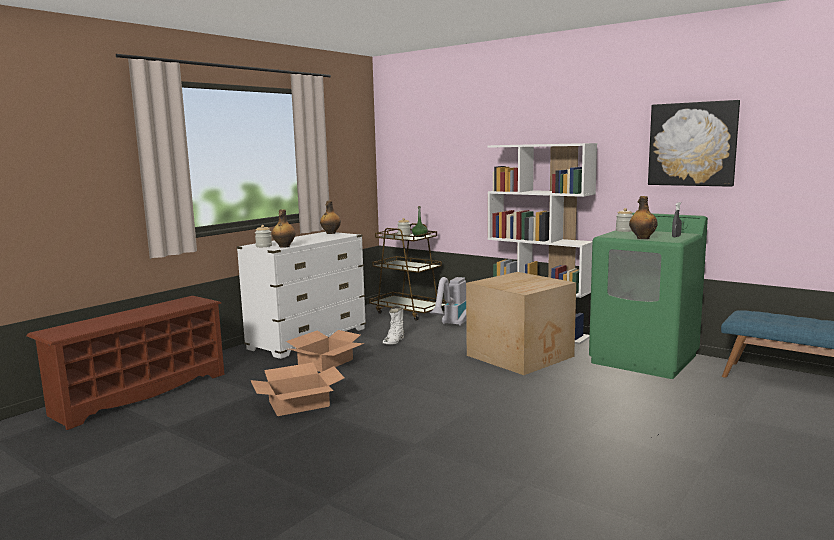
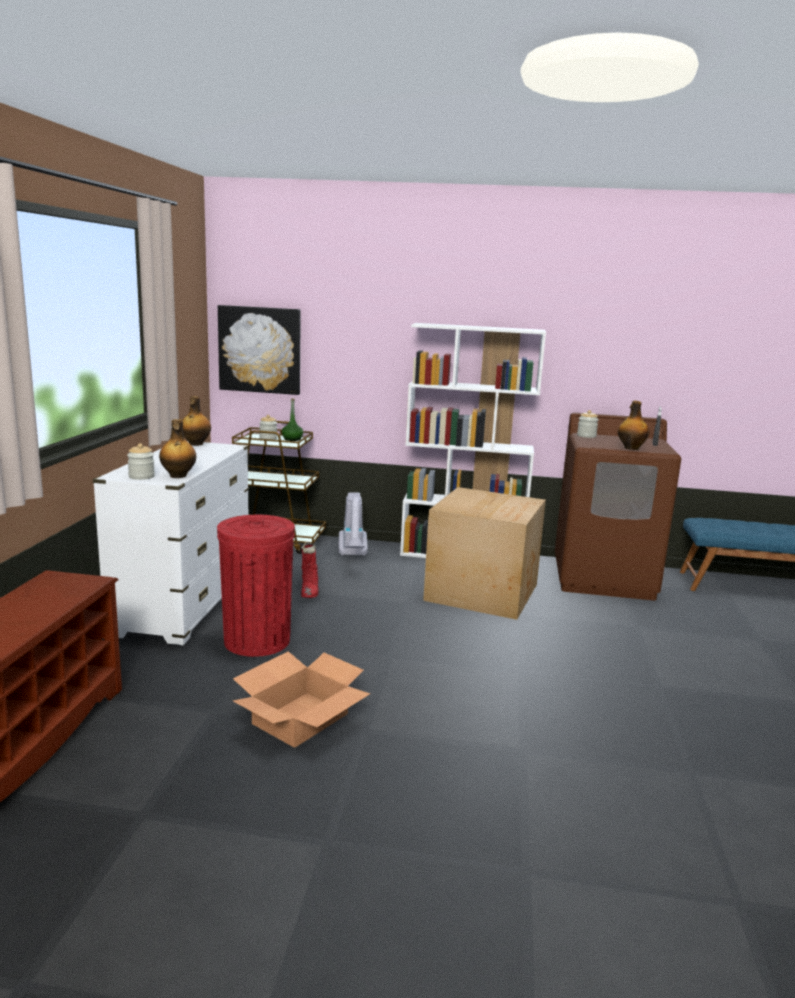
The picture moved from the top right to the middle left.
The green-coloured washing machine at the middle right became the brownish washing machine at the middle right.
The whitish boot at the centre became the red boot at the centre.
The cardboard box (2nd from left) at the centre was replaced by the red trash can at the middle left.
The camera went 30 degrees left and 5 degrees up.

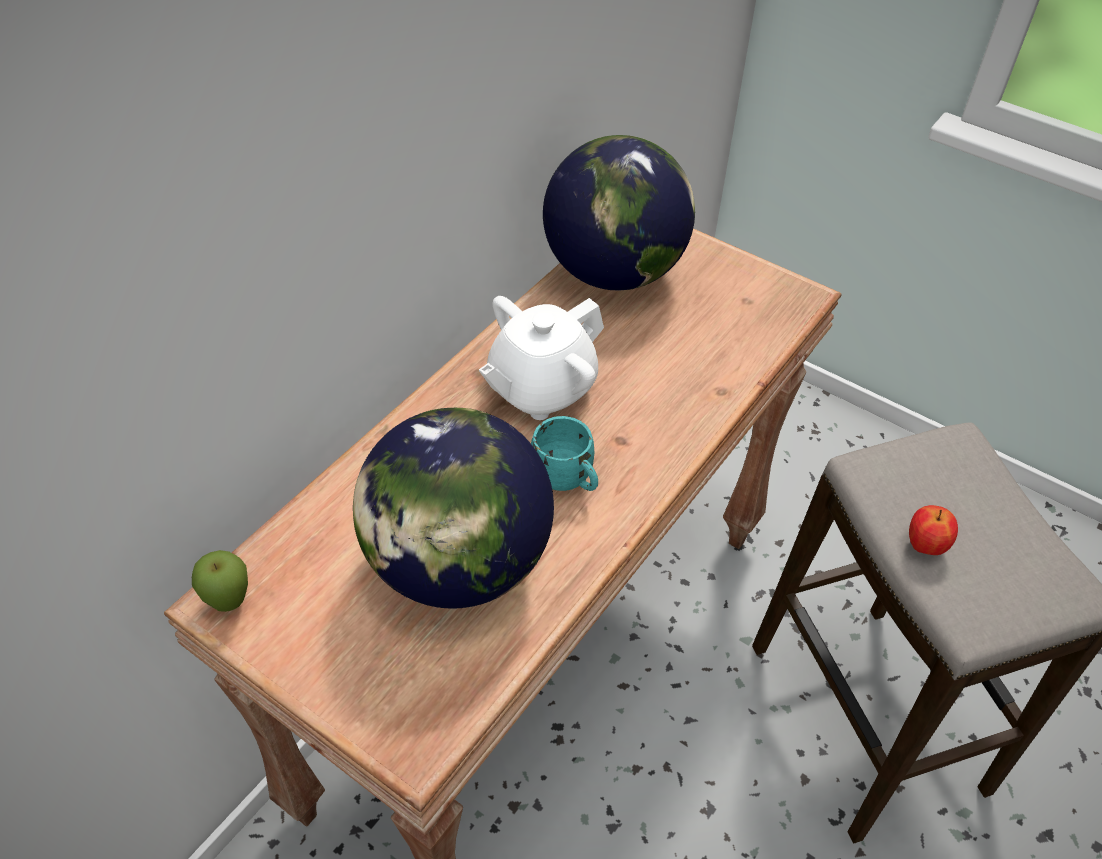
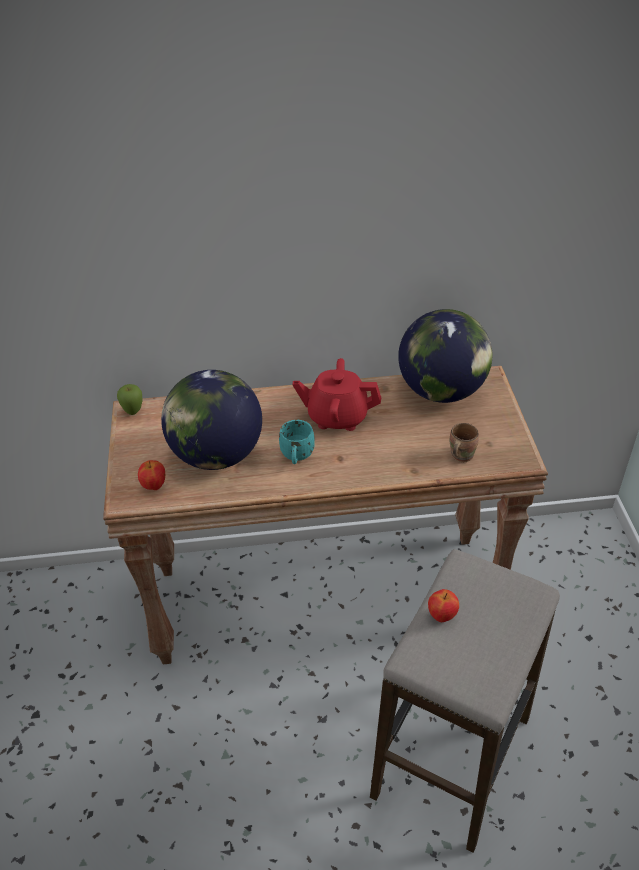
The whitish pot for tea at the centre became the red pot for tea at the centre.
The brownish mug at the middle right appeared.
The apple (2nd from left) at the middle left appeared.
The camera went 50 degrees right and 5 degrees down.

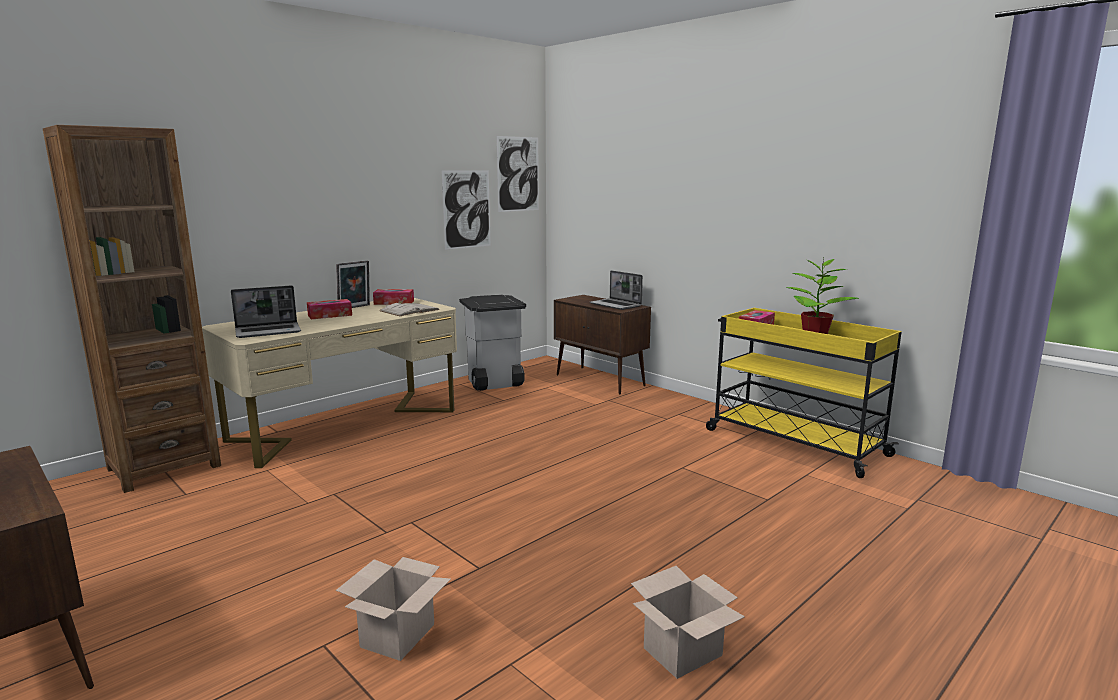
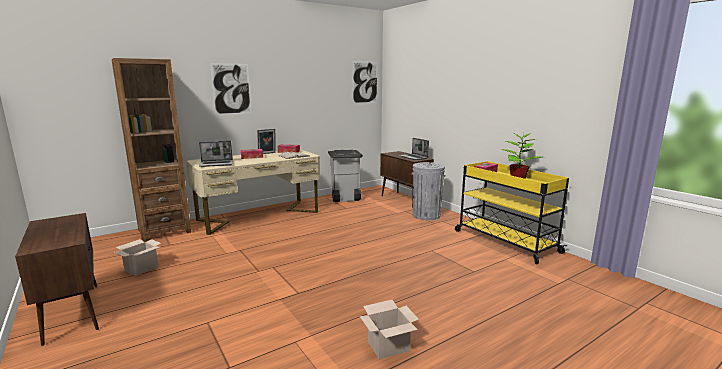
The picture (1st from left) moved from the top centre to the top left.
The cardboard box (1st from left) moved from the bottom centre to the bottom left.
The grey trash can (2nd from left) at the centre appeared.
The camera went 10 degrees right and 0 degrees up.

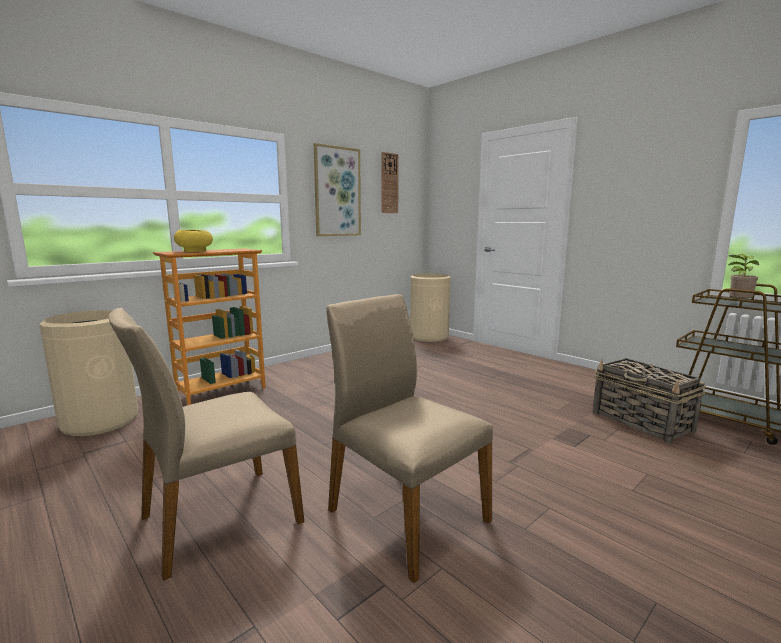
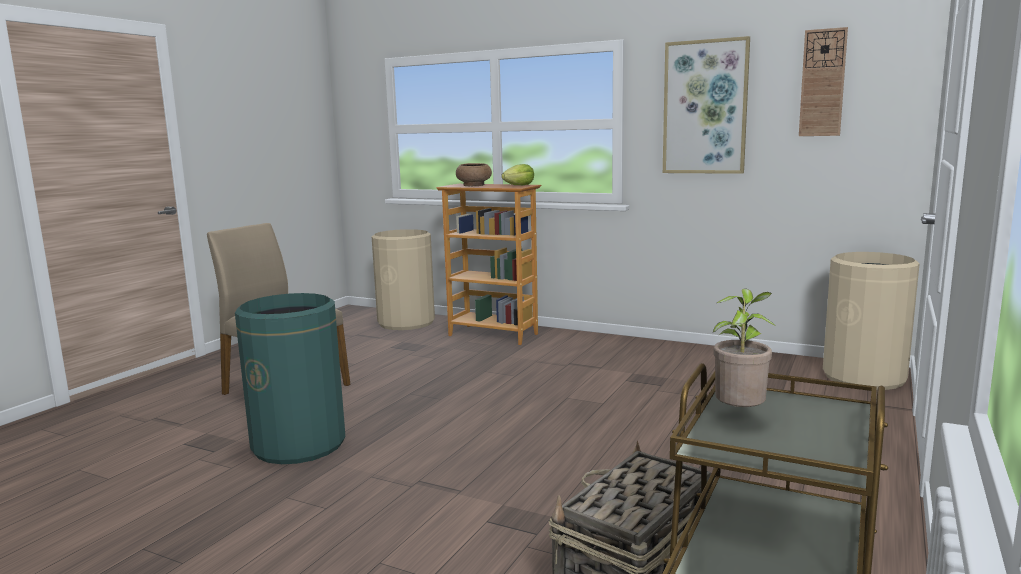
The yellow-coloured serving bowl at the middle left became the brownish serving bowl at the top centre.
The sand-coloured upright chair (2nd from left) at the bottom centre was replaced by the green-coloured trash can at the middle left.
The lettuce at the top centre appeared.
The camera went 70 degrees right and 0 degrees up.

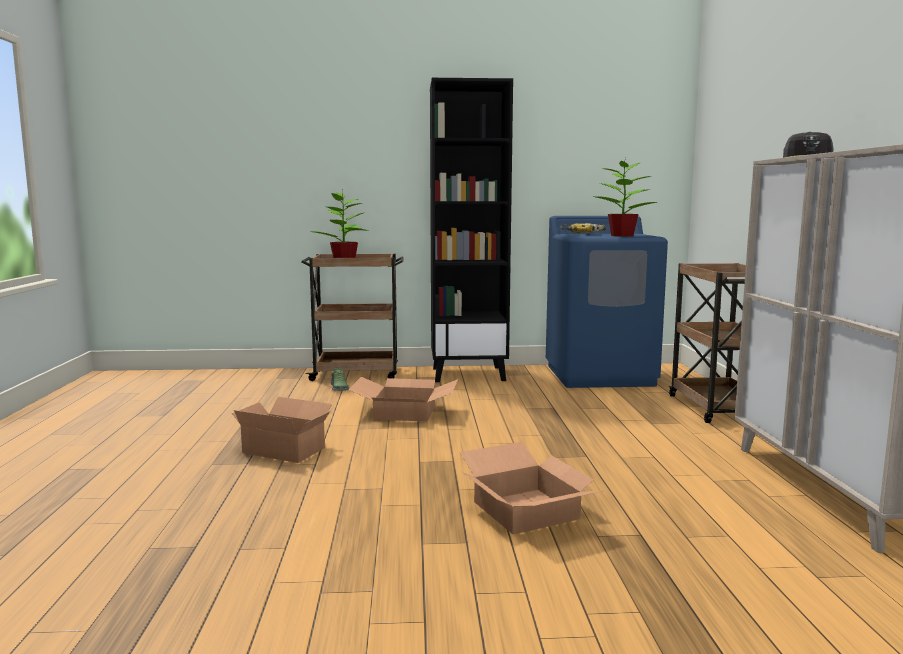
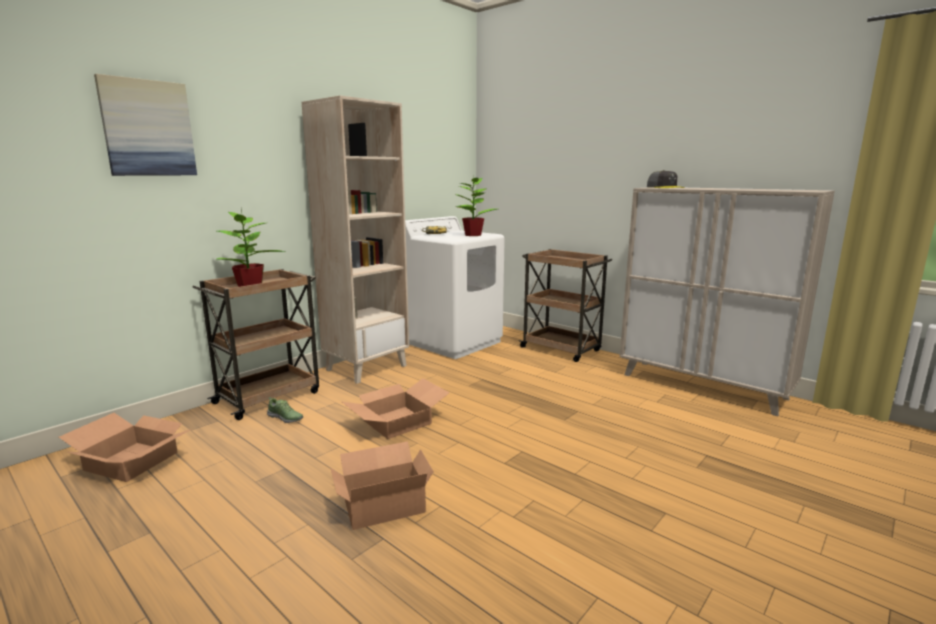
The black-coloured bookshelf at the centre became the sand-coloured bookshelf at the centre.
The blue-coloured washing machine at the middle right became the whitish washing machine at the centre.
The cardboard box (3rd from left in the first image) moved from the bottom centre to the bottom left.
The picture at the top left appeared.
The camera went 45 degrees left and 5 degrees up.

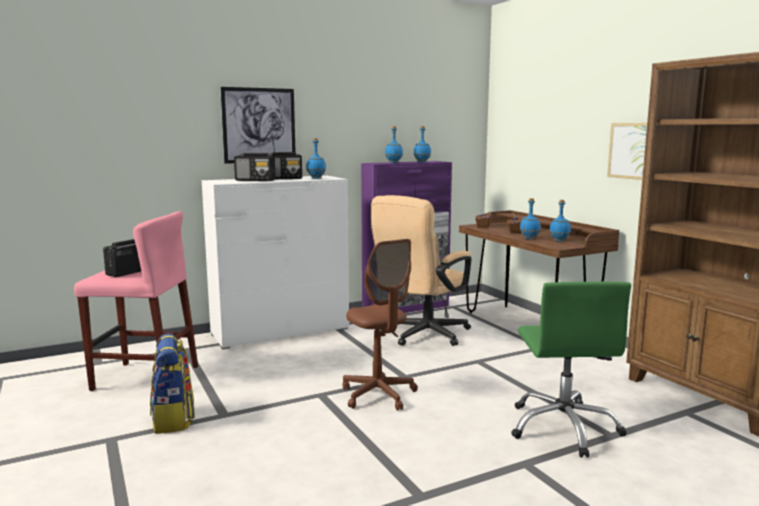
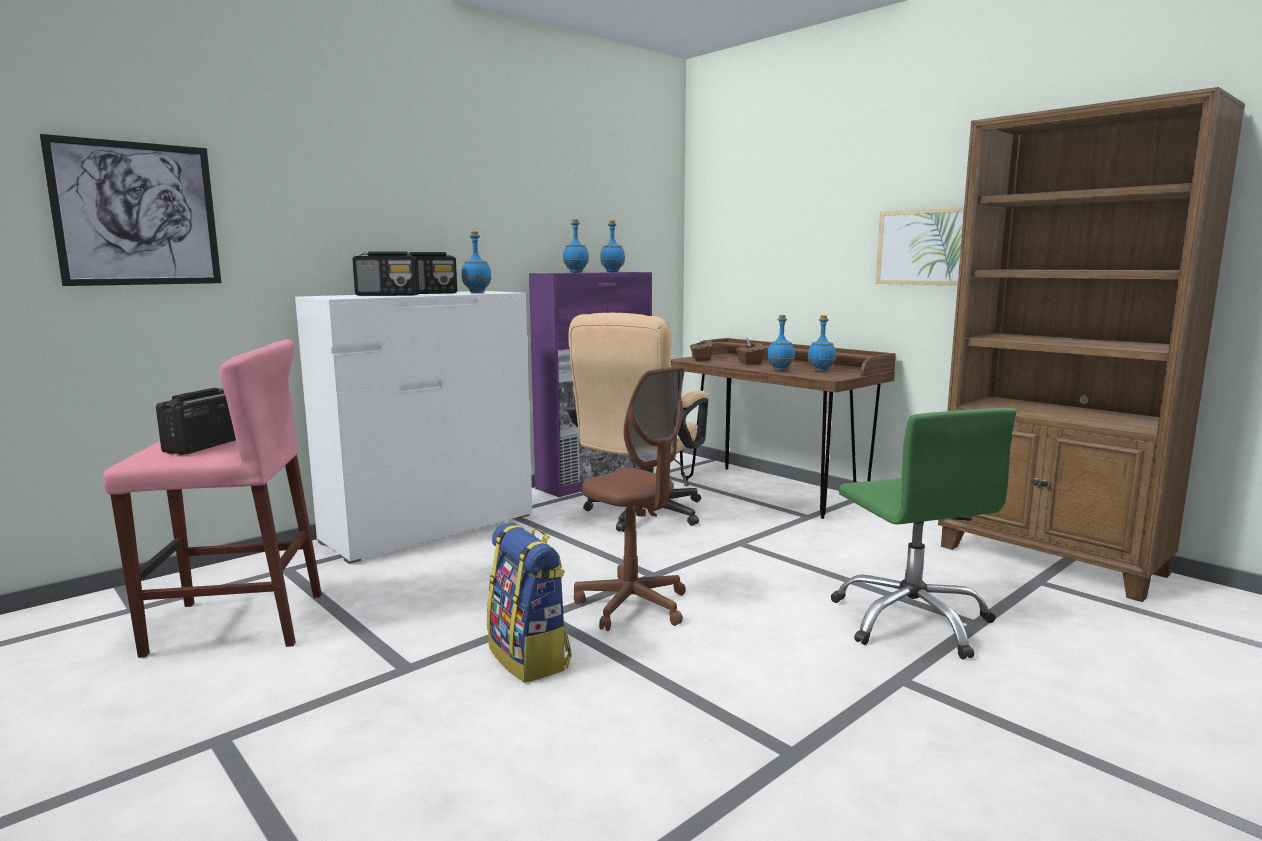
The picture (1st from left) moved from the top centre to the top left.
The knapsack moved from the bottom left to the bottom centre.
The camera went 15 degrees left and 0 degrees up.

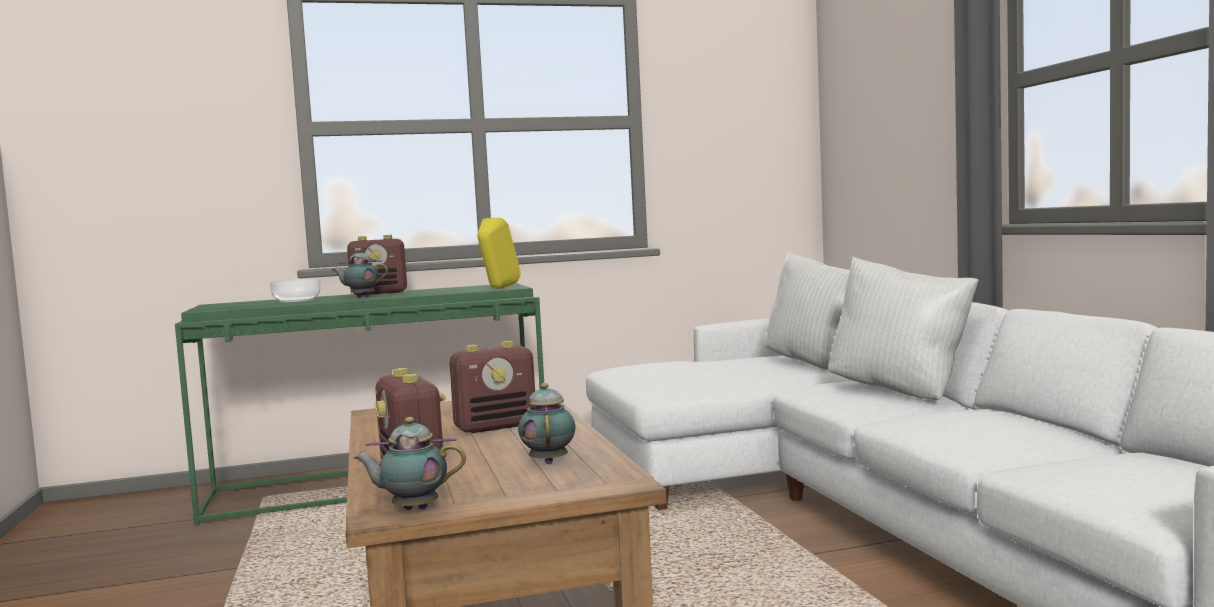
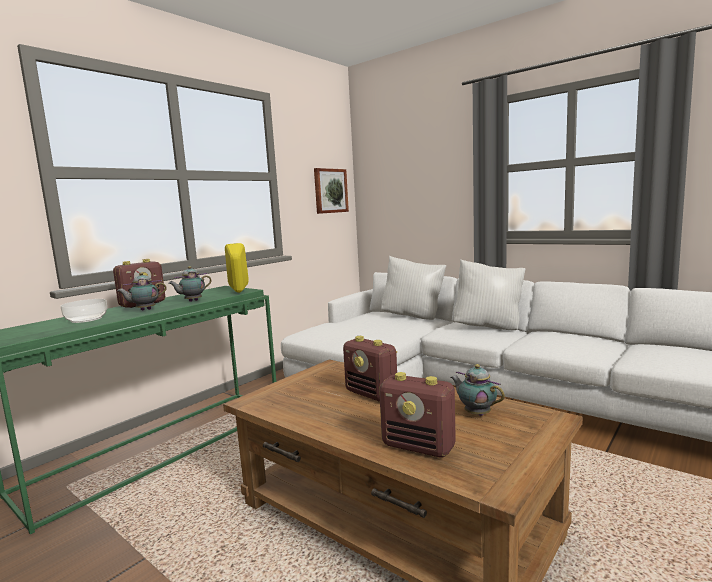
The radio (3rd from left in the first image) at the centre turned 105 degrees clockwise.
The pot for tea (2nd from left) moved from the bottom centre to the middle left.
The picture at the top centre appeared.
The camera went 35 degrees left and 5 degrees up.

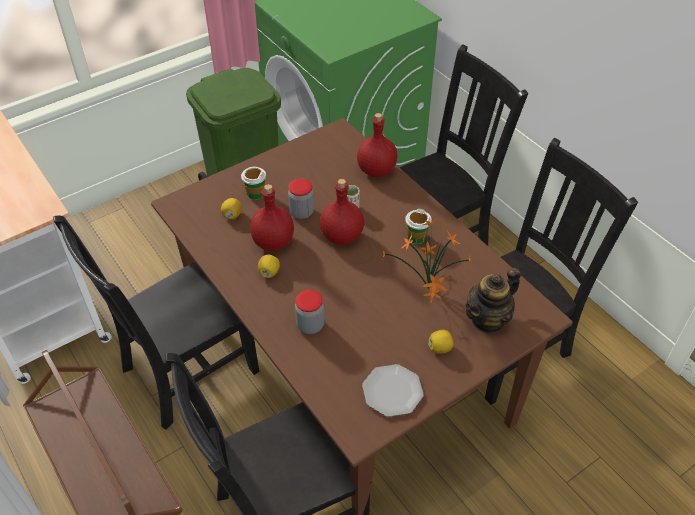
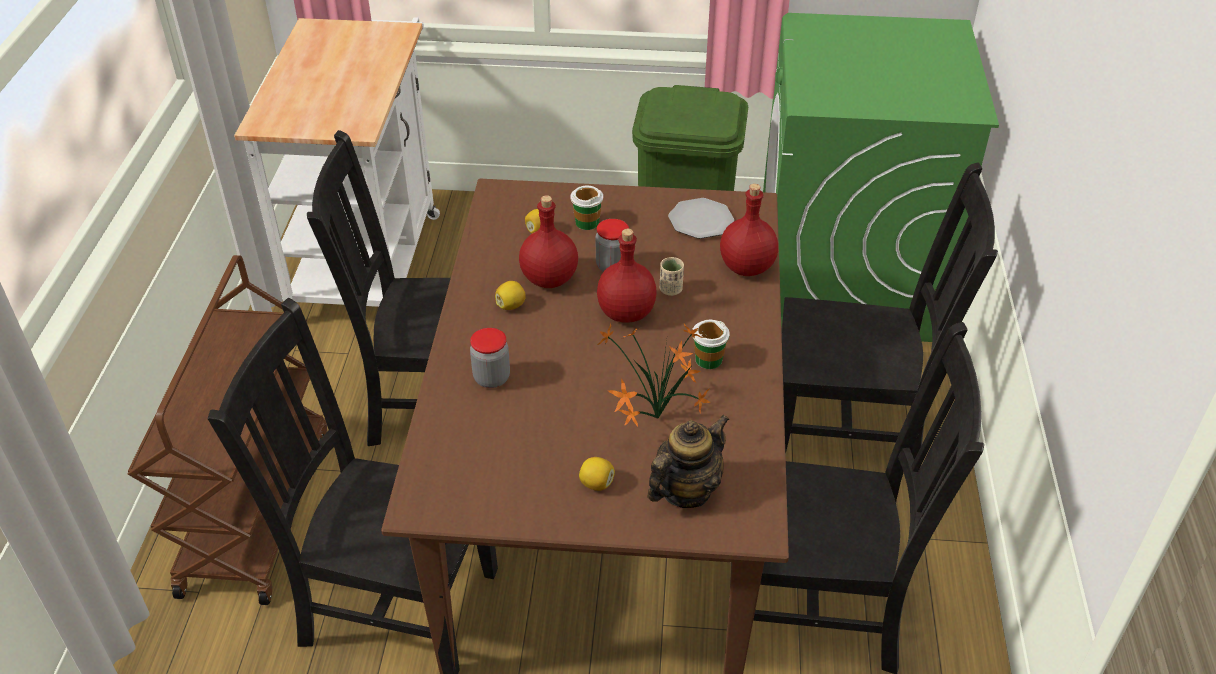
The pot for tea at the middle right turned 135 degrees clockwise.
The dinner plate moved from the bottom centre to the top centre.
The camera went 40 degrees right and 5 degrees down.

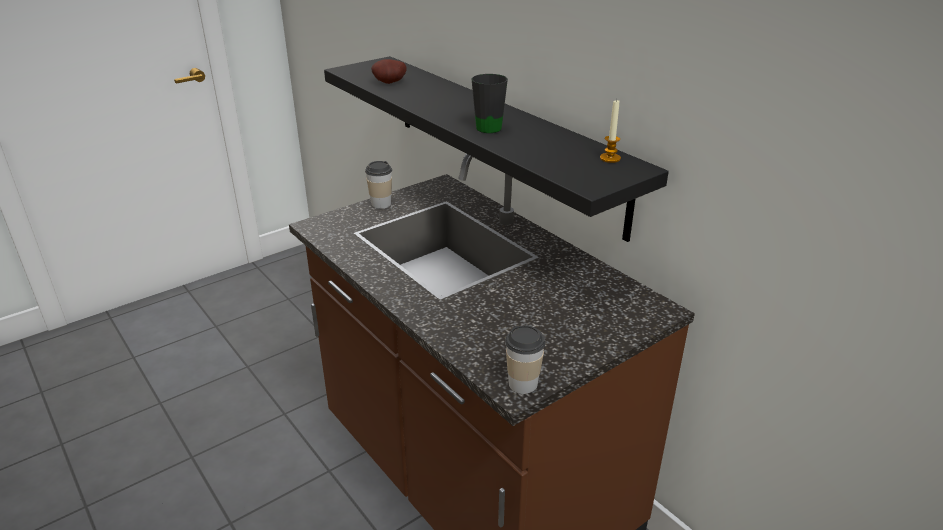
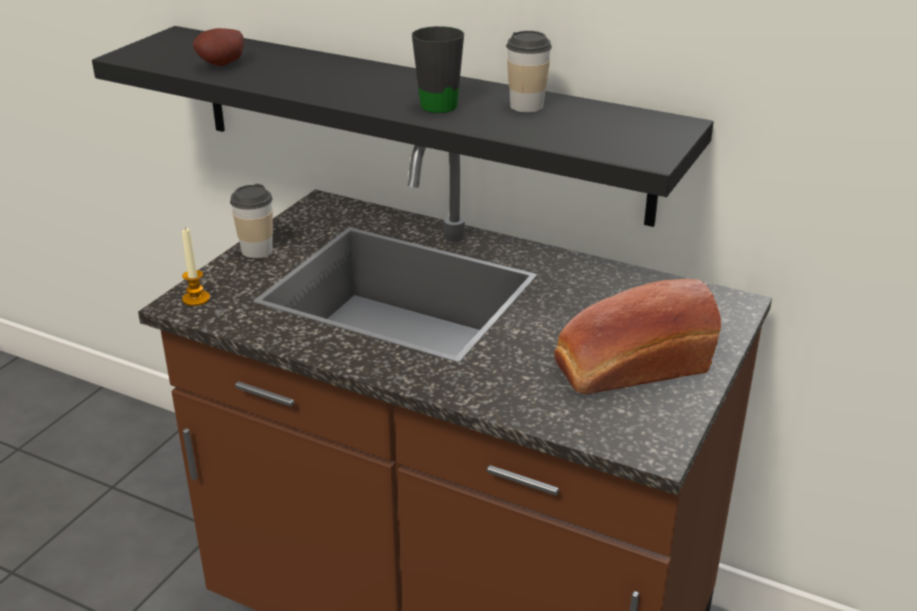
The wax candle moved from the top centre to the middle left.
The cup (2nd from left) moved from the bottom centre to the top centre.
The baked bread at the middle right appeared.
The camera went 25 degrees left and 0 degrees up.

